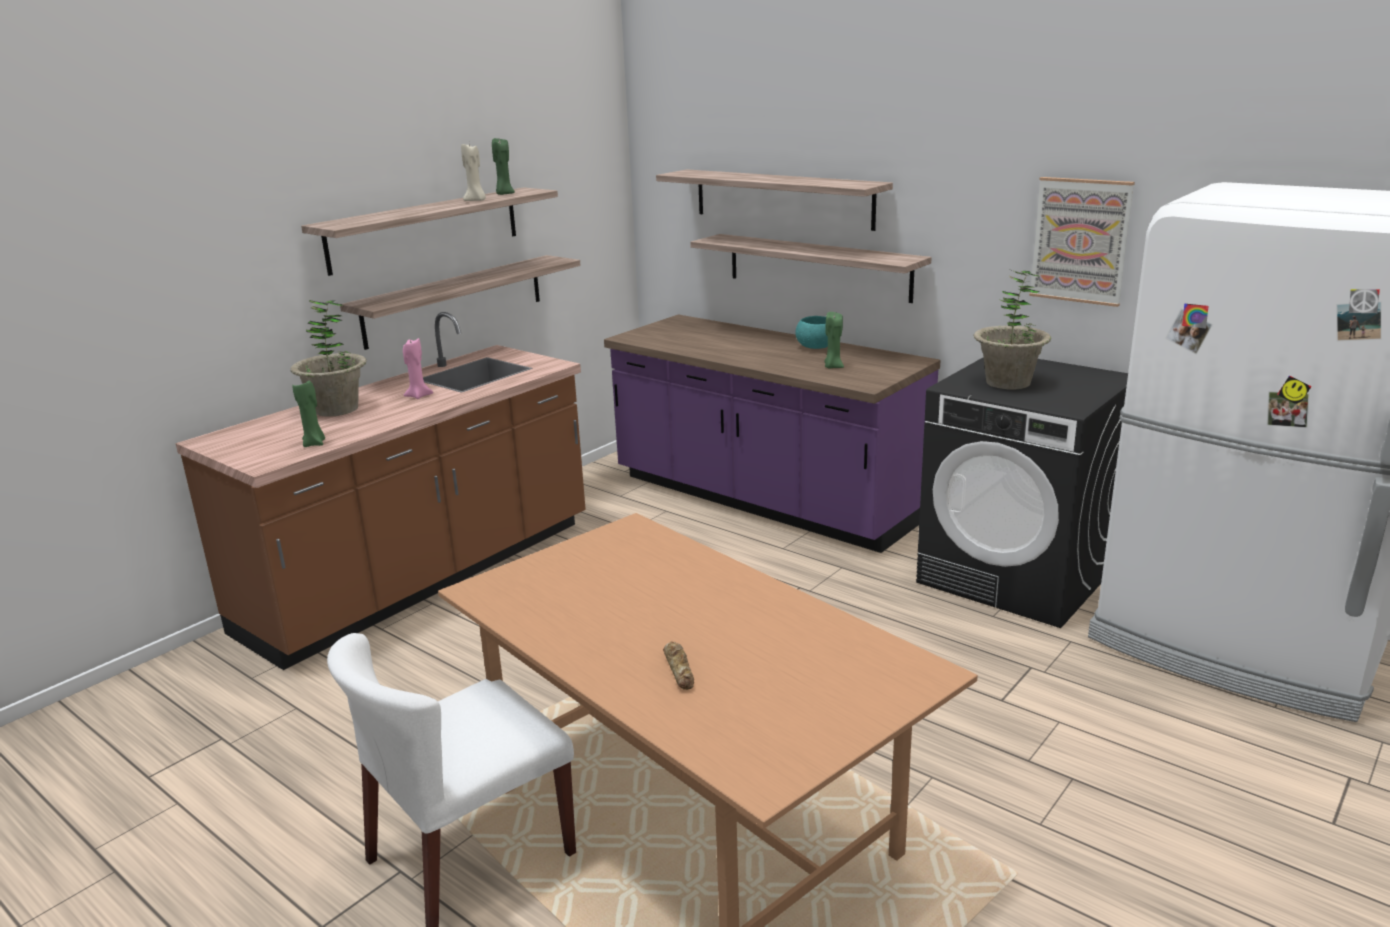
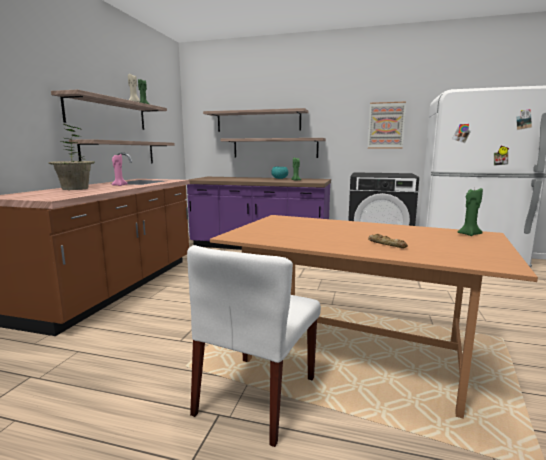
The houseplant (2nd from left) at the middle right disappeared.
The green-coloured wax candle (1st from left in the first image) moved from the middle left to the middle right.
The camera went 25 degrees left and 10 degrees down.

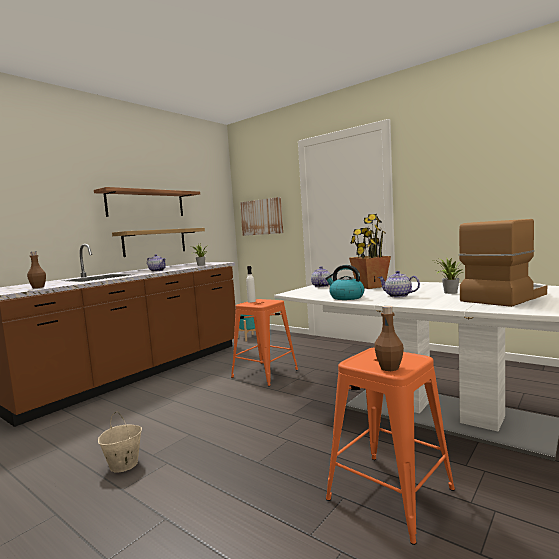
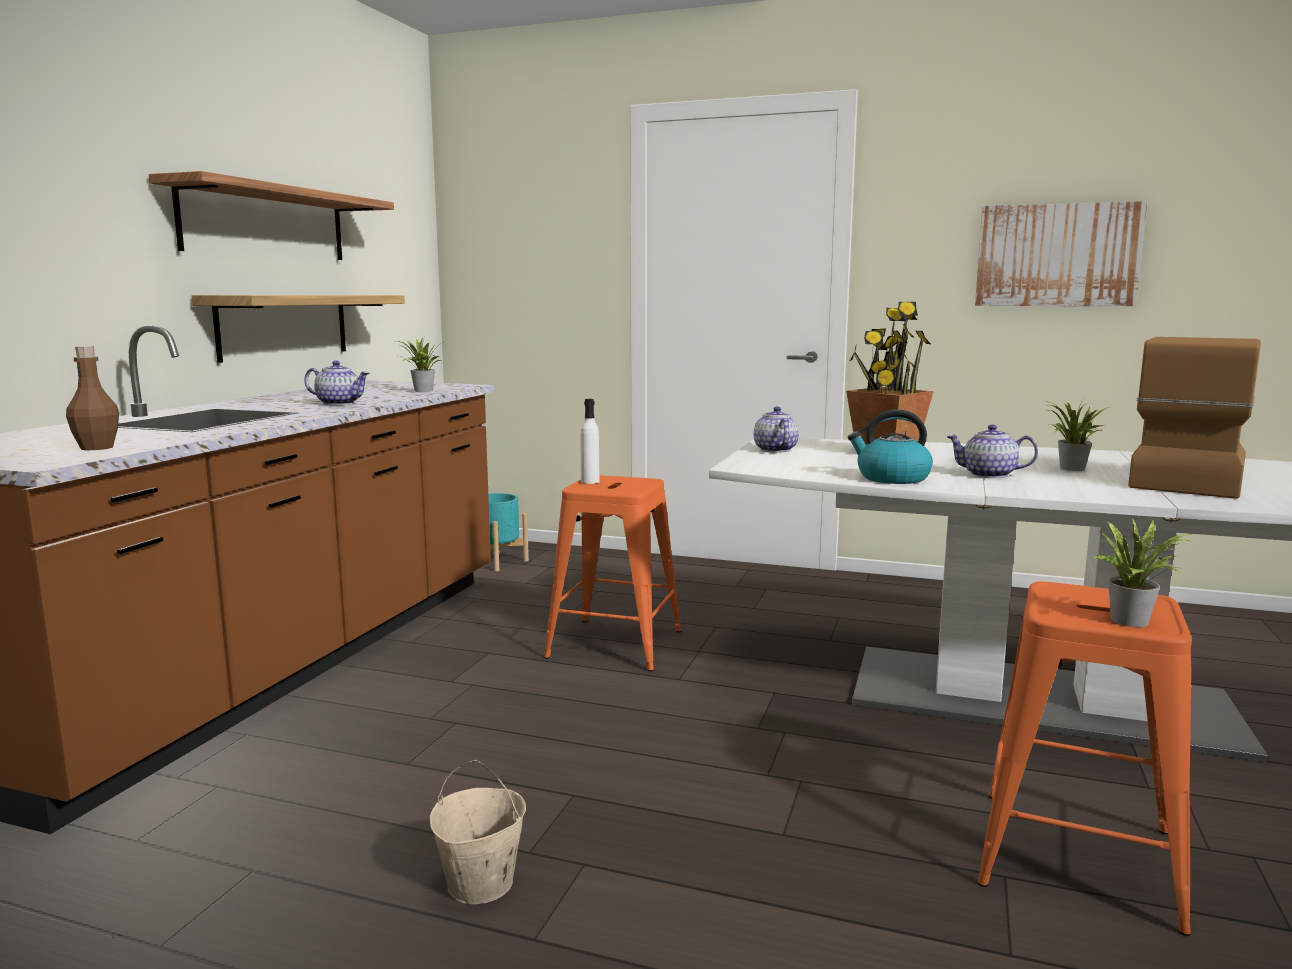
The picture moved from the centre to the top right.
The brownish drink bottle (2nd from left) at the middle right was replaced by the houseplant (4th from left) at the middle right.
The camera went 20 degrees left and 5 degrees up.

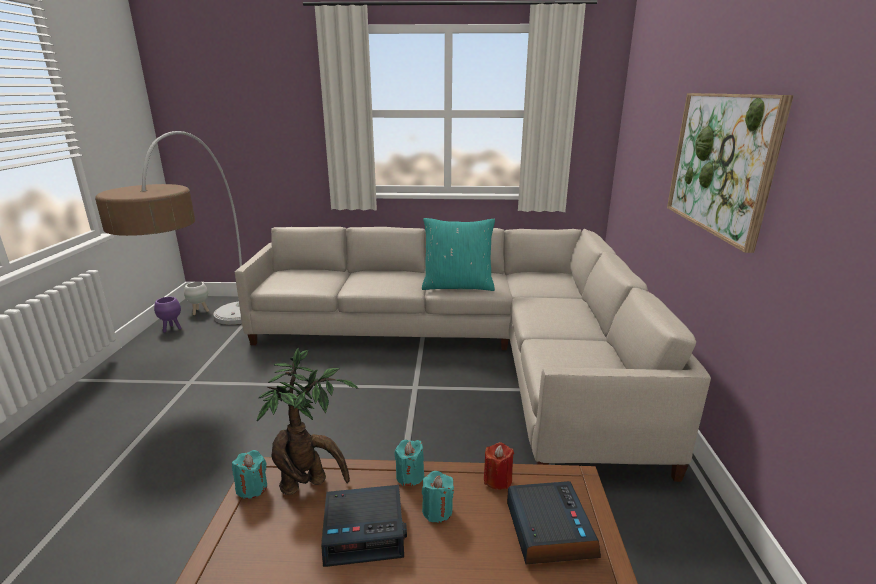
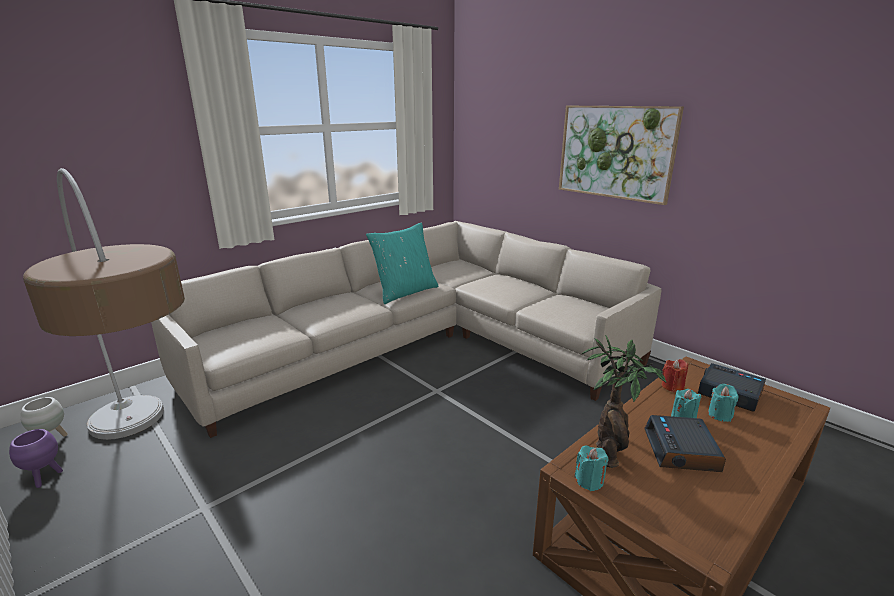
The blue-green wax candle (2nd from left in the first image) moved from the bottom centre to the bottom right.
The alarm clock (1st from left) at the bottom centre turned 150 degrees clockwise.
The camera went 45 degrees left and 0 degrees up.

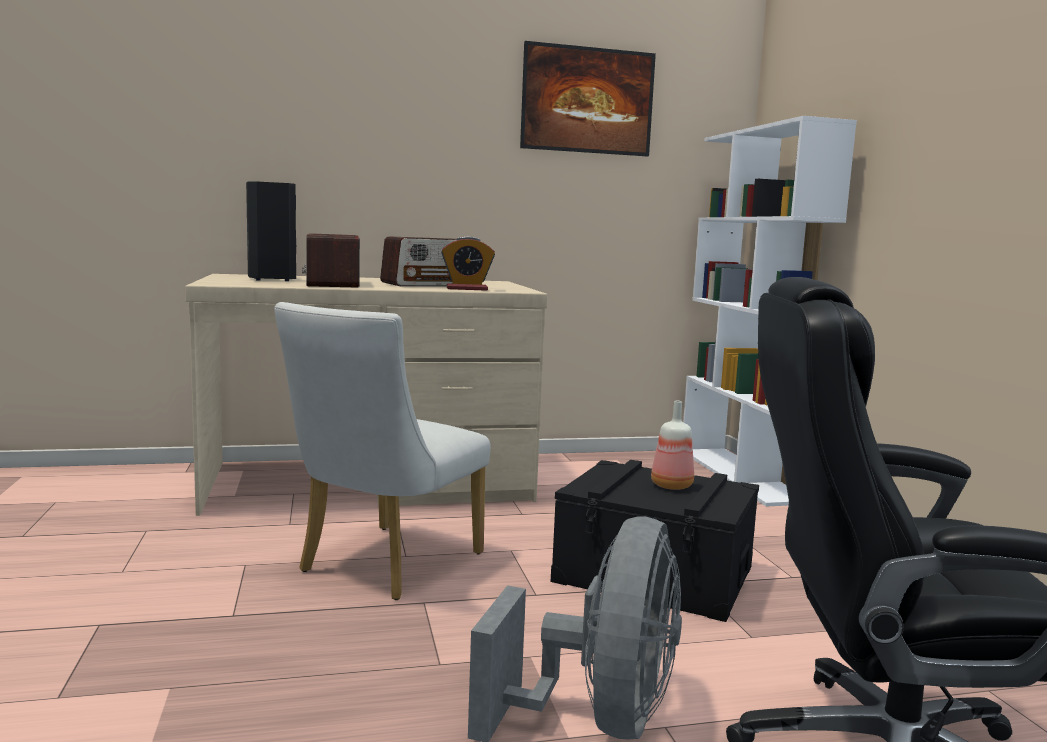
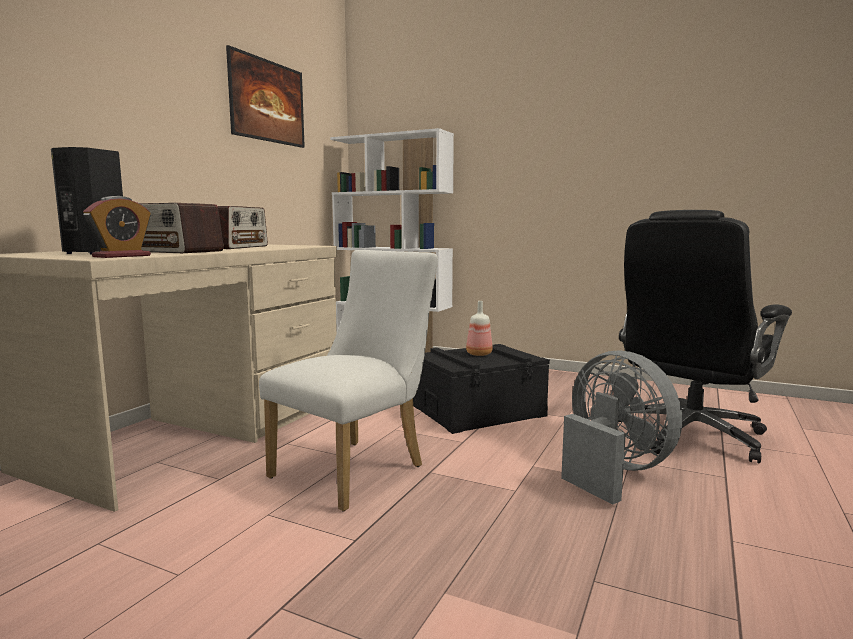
The alarm clock moved from the centre to the middle left.
The whitish upright chair at the centre turned 120 degrees counterclockwise.
The camera went 50 degrees left and 0 degrees up.

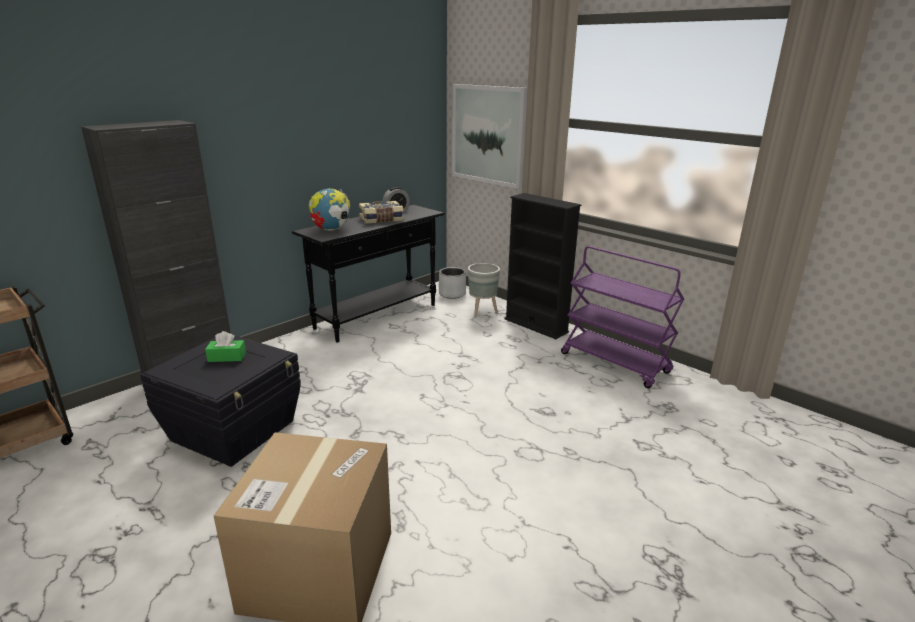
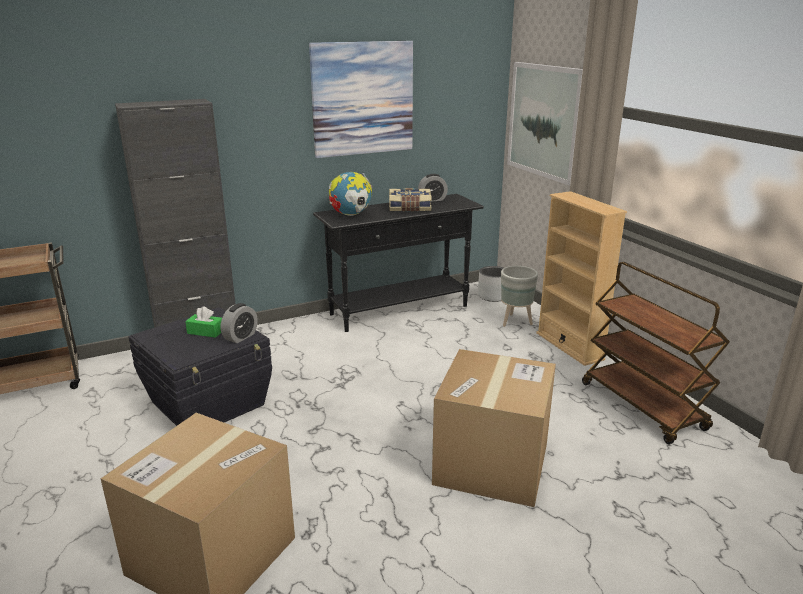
The black-coloured bookshelf at the centre became the sand-coloured bookshelf at the middle right.
The purple-coloured trolley at the middle right became the brownish trolley (2nd from left) at the middle right.
The picture (1st from left) at the top centre appeared.
The alarm clock (1st from left) at the middle left appeared.
The cardboard box (2nd from left) at the bottom centre appeared.
The camera went 20 degrees right and 0 degrees up.

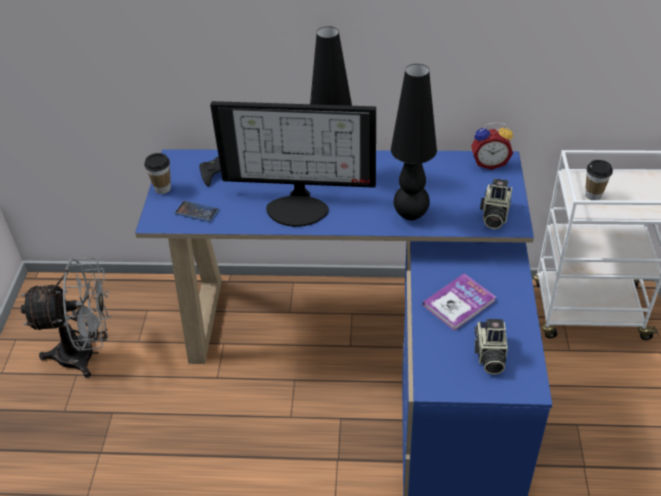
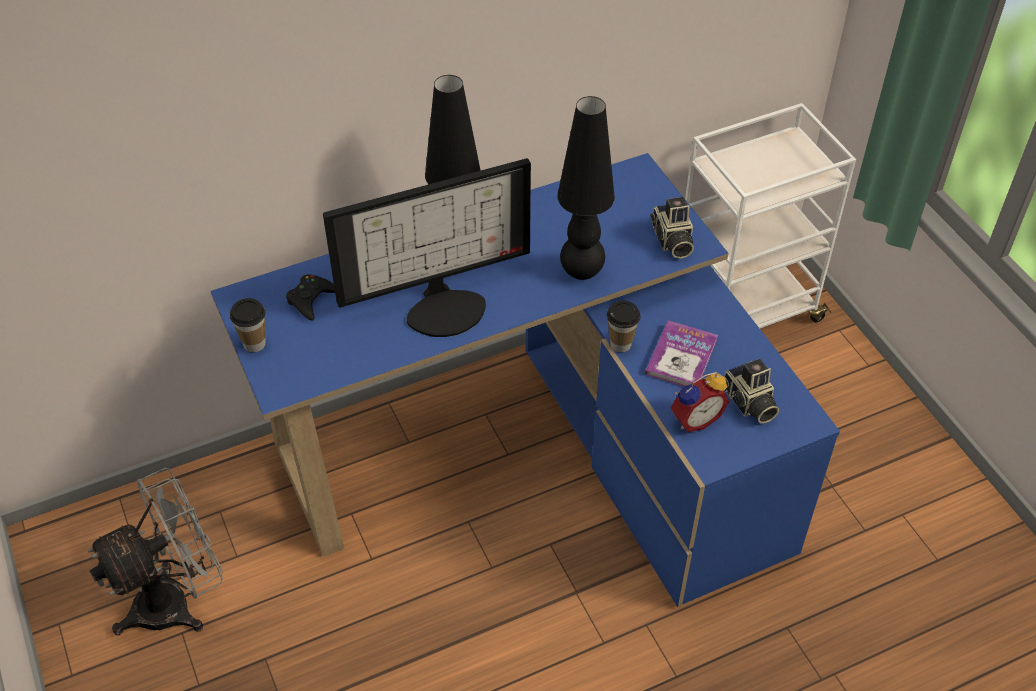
The alarm clock moved from the top right to the middle right.
The cup (2nd from left) moved from the middle right to the centre.
The telephone at the middle left disappeared.
The camera went 30 degrees left and 5 degrees up.

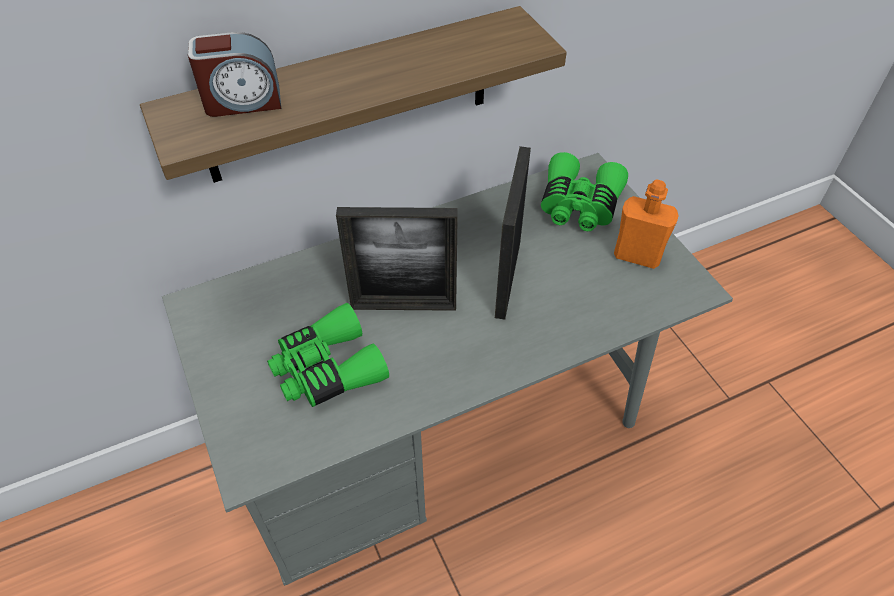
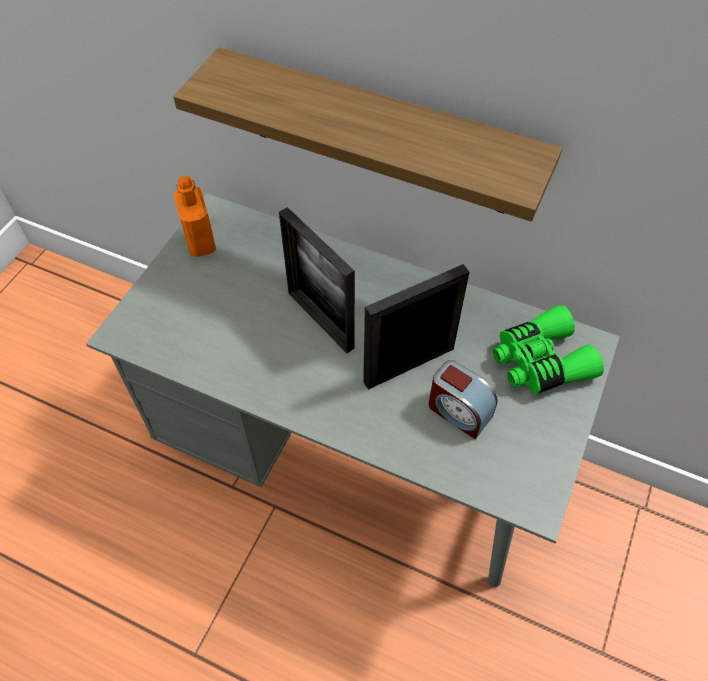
The alarm clock moved from the top left to the centre.
The orange-coloured drink bottle moved from the middle right to the top left.
The green-coloured field glasses (1st from left) at the centre disappeared.
The camera went 50 degrees right and 5 degrees up.

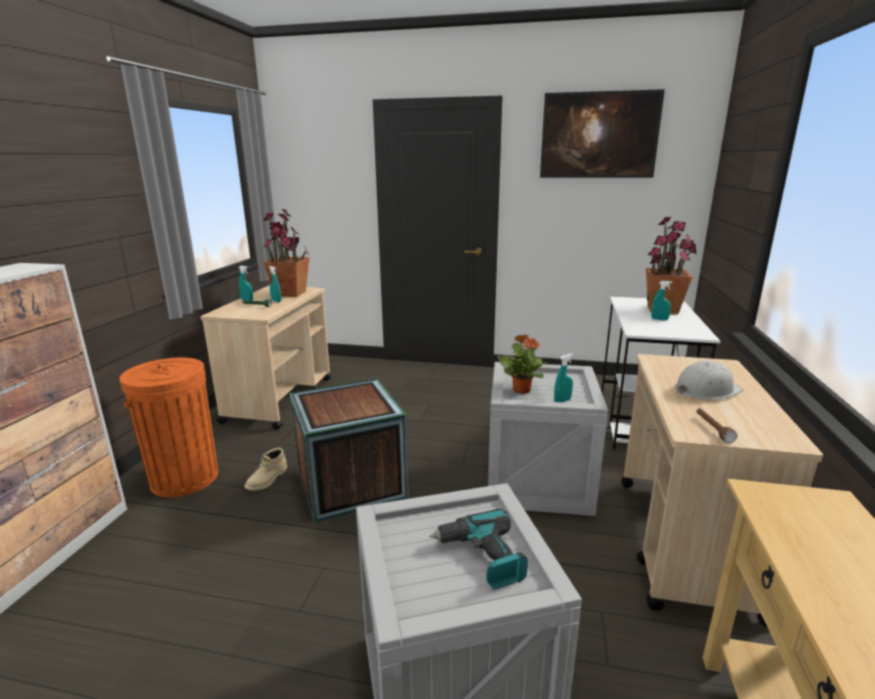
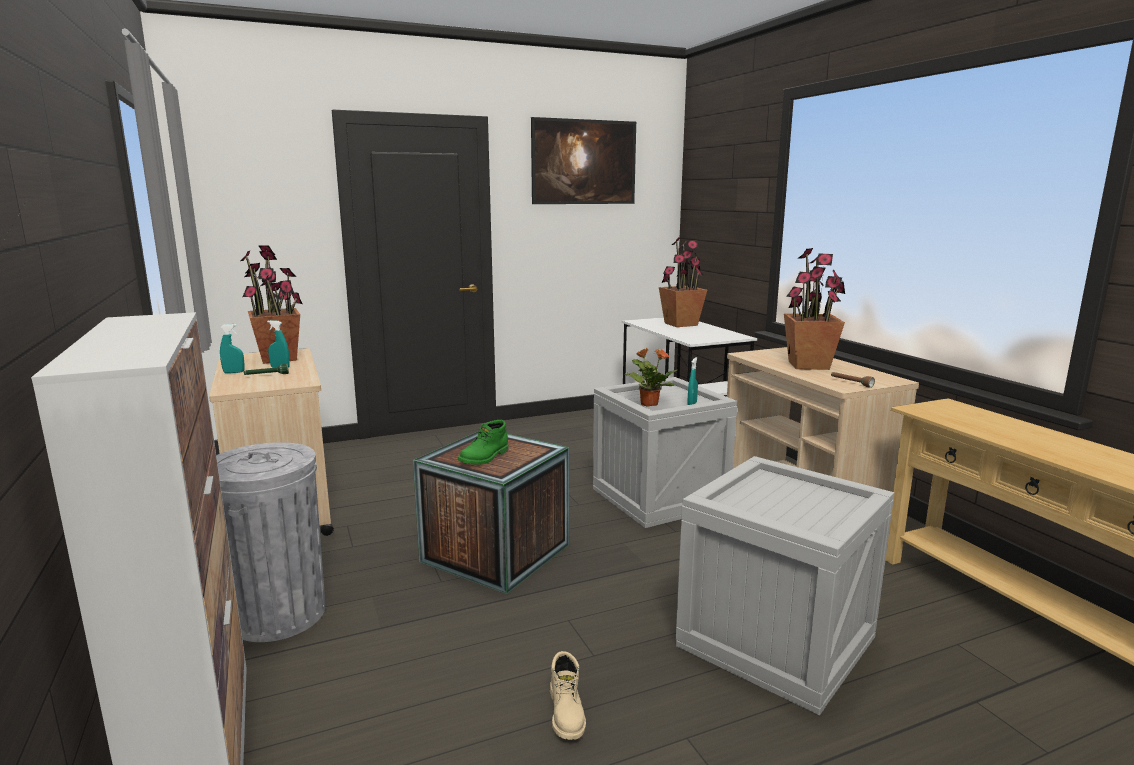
The blue-green sprayer (4th from left) at the middle right disappeared.
The orange-coloured trash can at the middle left became the grey trash can at the bottom left.
The whitish safety helmet at the middle right was replaced by the houseplant (4th from left) at the middle right.
The sand-coloured boot moved from the bottom left to the bottom centre.
The drill at the bottom centre disappeared.
The green-coloured boot at the centre appeared.
The camera went 35 degrees left and 5 degrees down.

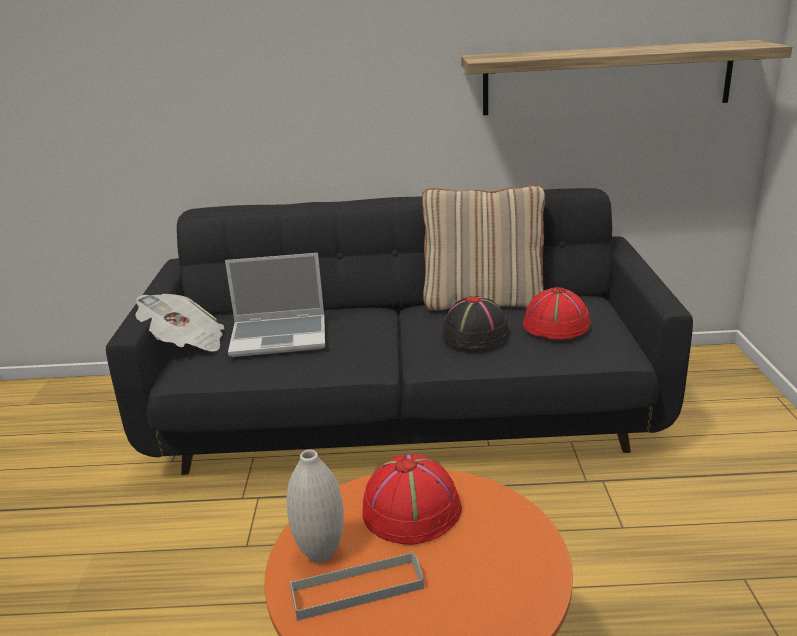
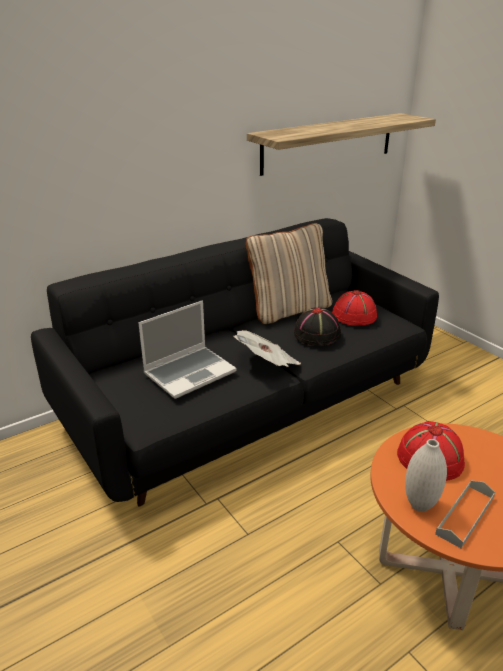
The daily paper moved from the middle left to the centre.
The camera went 35 degrees left and 5 degrees up.

